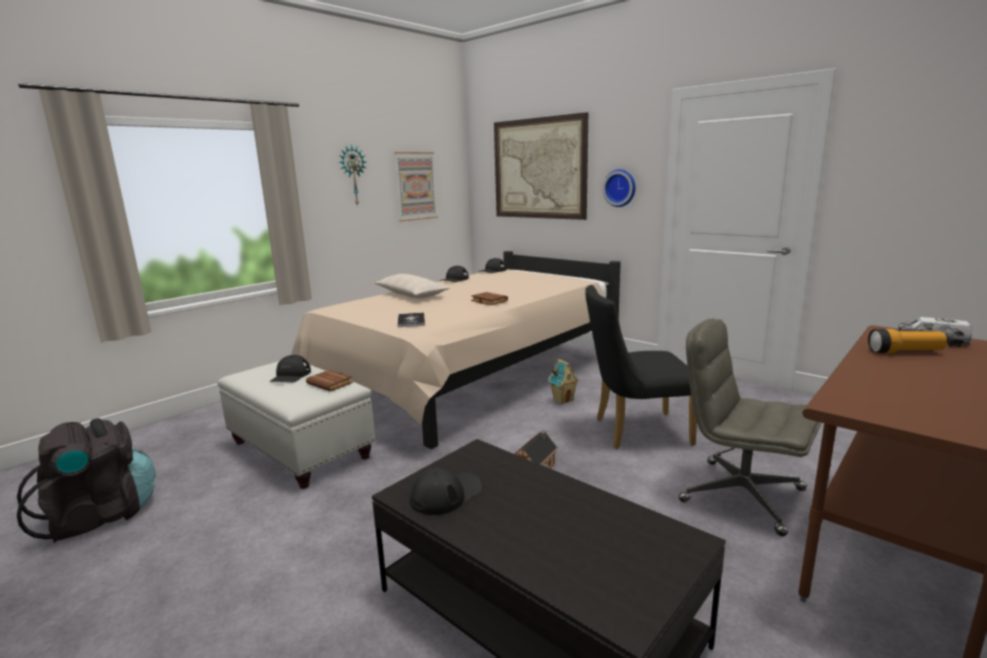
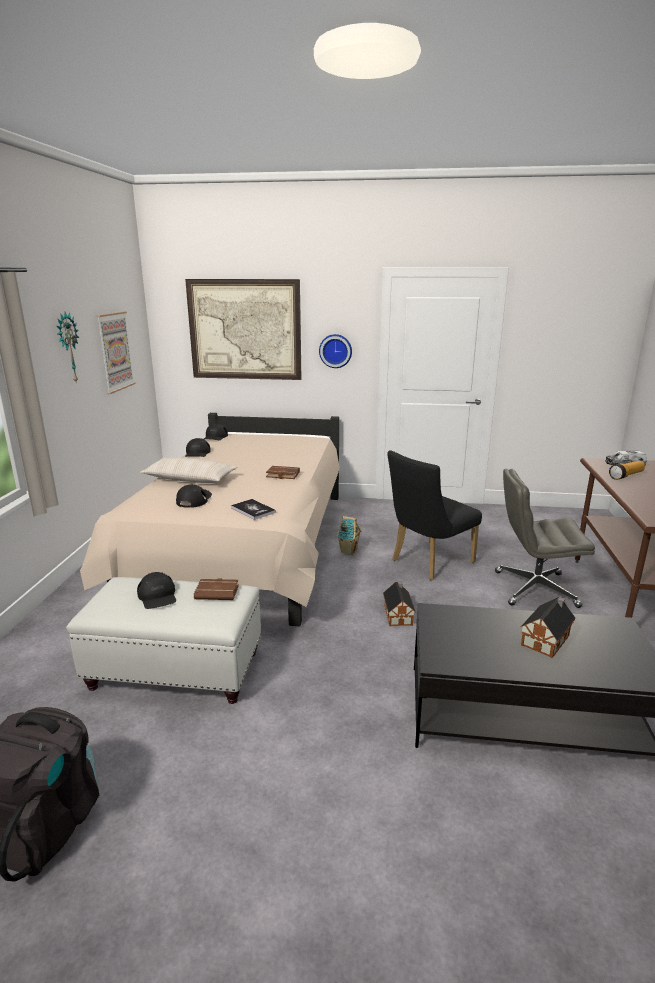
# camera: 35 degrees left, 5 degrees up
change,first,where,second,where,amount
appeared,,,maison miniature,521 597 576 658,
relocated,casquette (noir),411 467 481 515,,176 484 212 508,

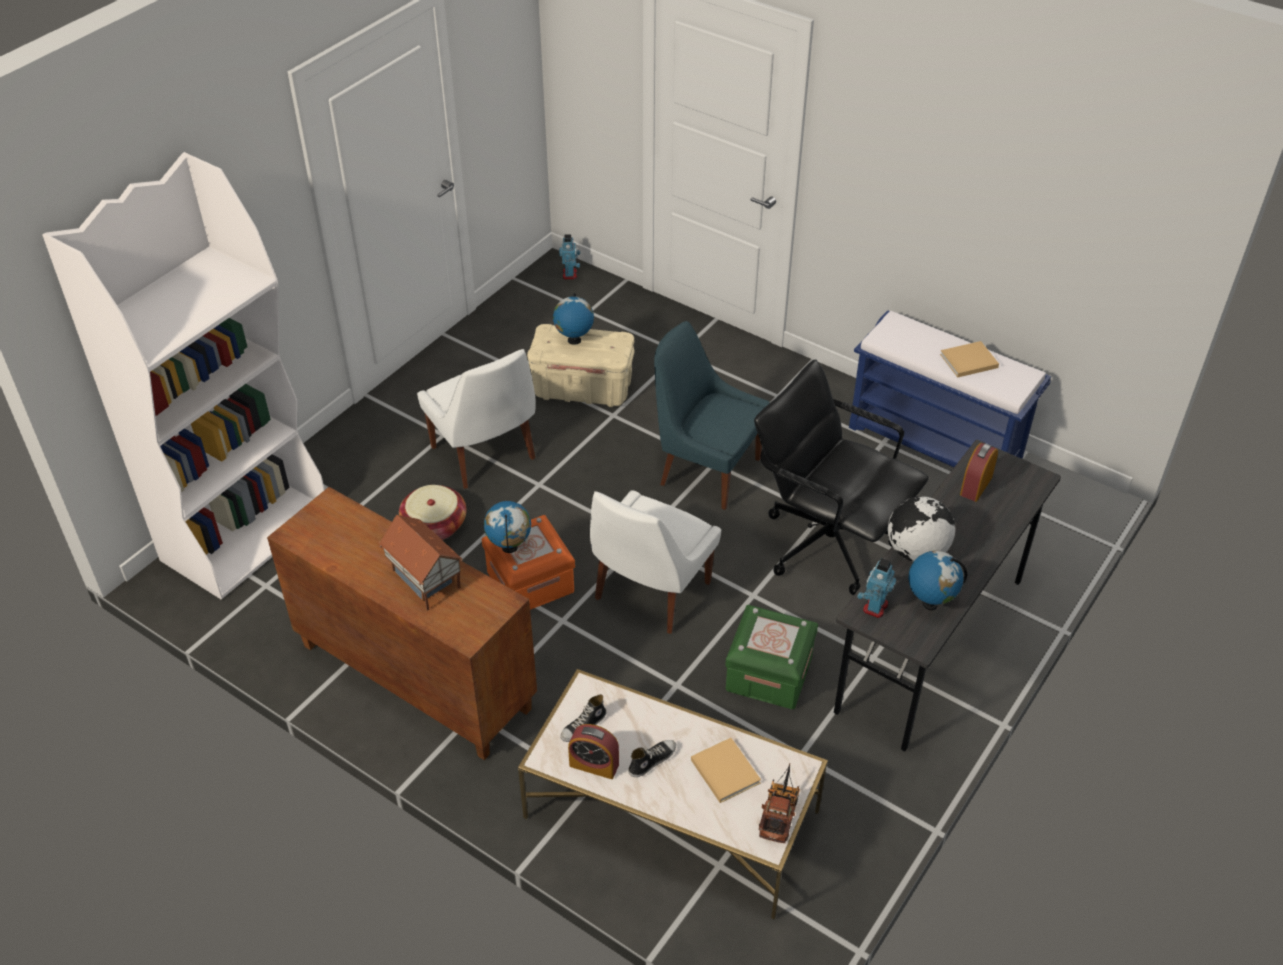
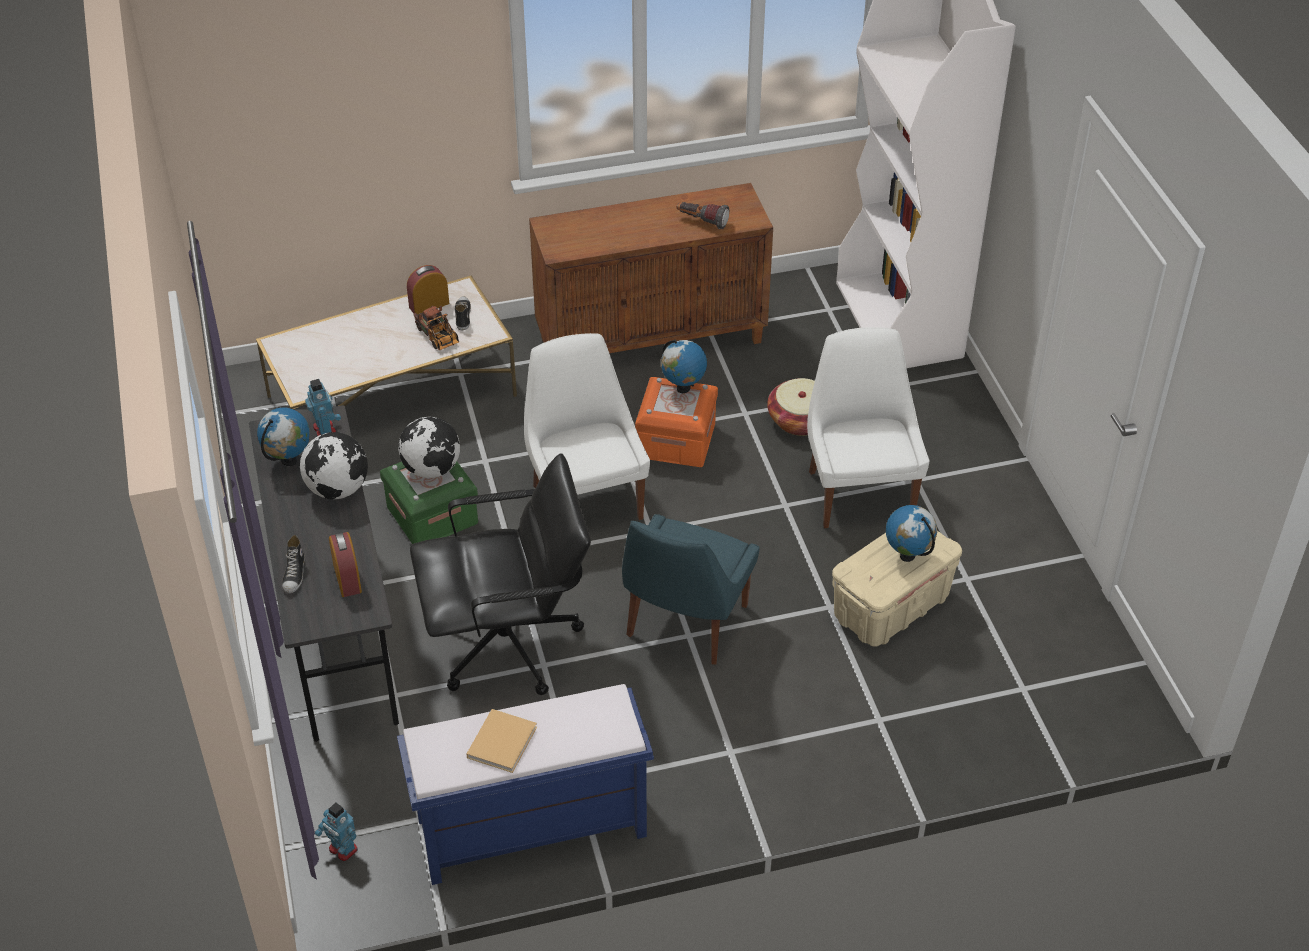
# camera: 130 degrees right, 0 degrees up
change,first,where,second,where,amount
missing,maison miniature,379 515 463 611,,,
missing,livre (beige),691 738 761 803,,,
appeared,,,globe,398 417 460 478,
appeared,,,lampe de poche,677 202 729 229,
relocated,robot jouet,559 234 580 279,,315 802 358 861,
relocated,chaussure,628 740 676 777,,282 535 305 593,
relocated,camion jouet,759 764 800 843,,413 306 459 350,
spun,chaise (blanc),417 349 536 489,,807 327 930 528,75 degrees clockwise
spun,chaise (bleu),654 321 770 510,,622 514 760 665,135 degrees clockwise

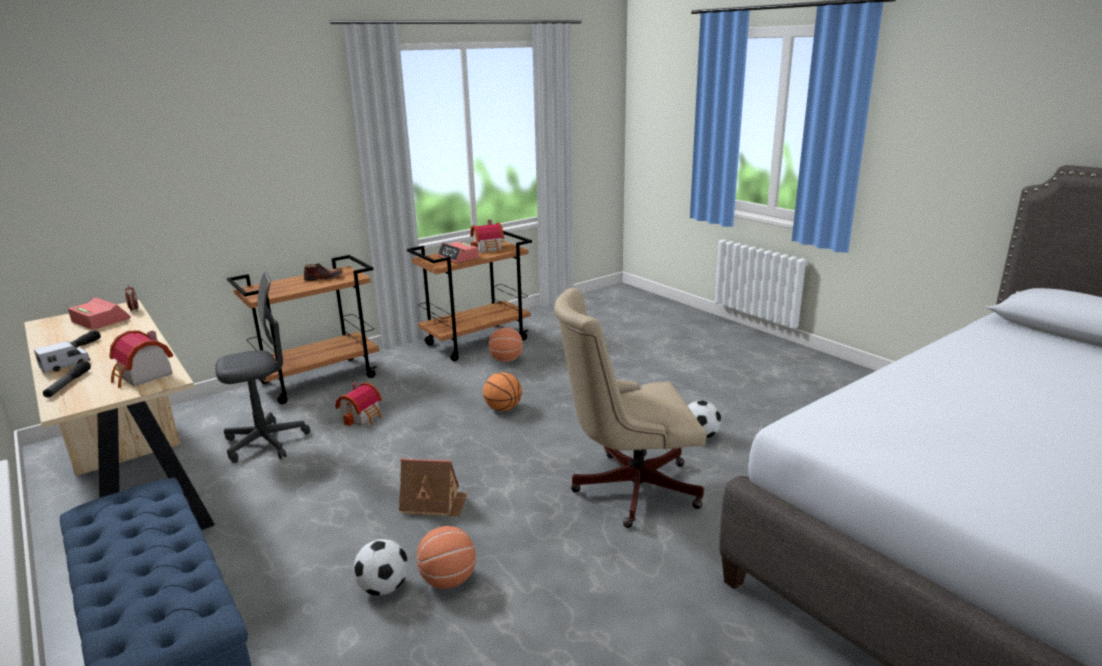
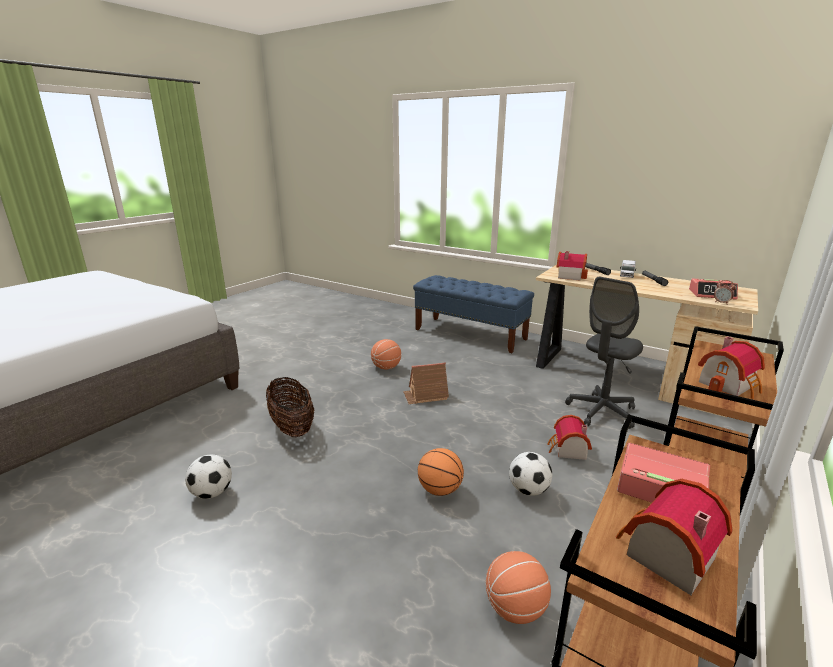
# camera: 160 degrees right, 0 degrees up
change,first,where,second,where,amount
relocated,ballon de foot,353 539 408 596,,509 452 552 496,
exchanged,chaussure (marron),304 263 343 281,maison miniature,698 336 765 399,
exchanged,chaise de bureau (beige),554 288 706 528,panier,266 377 314 437,

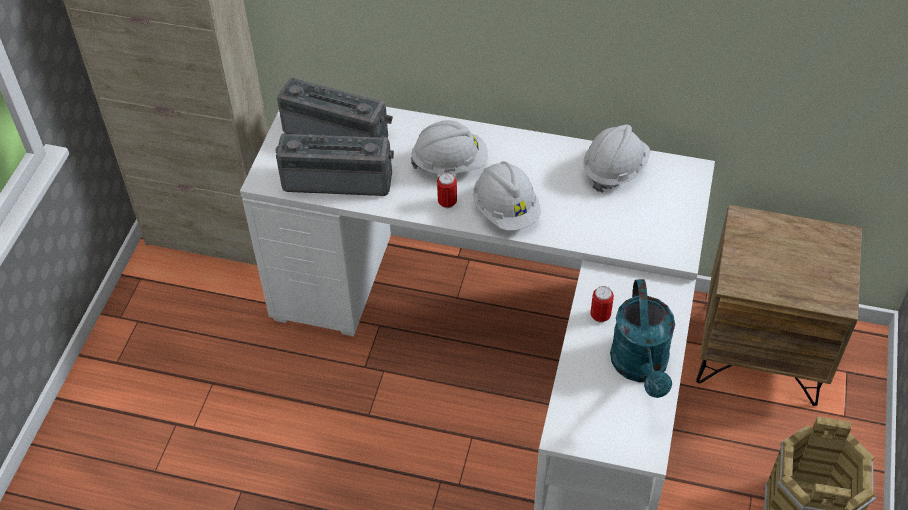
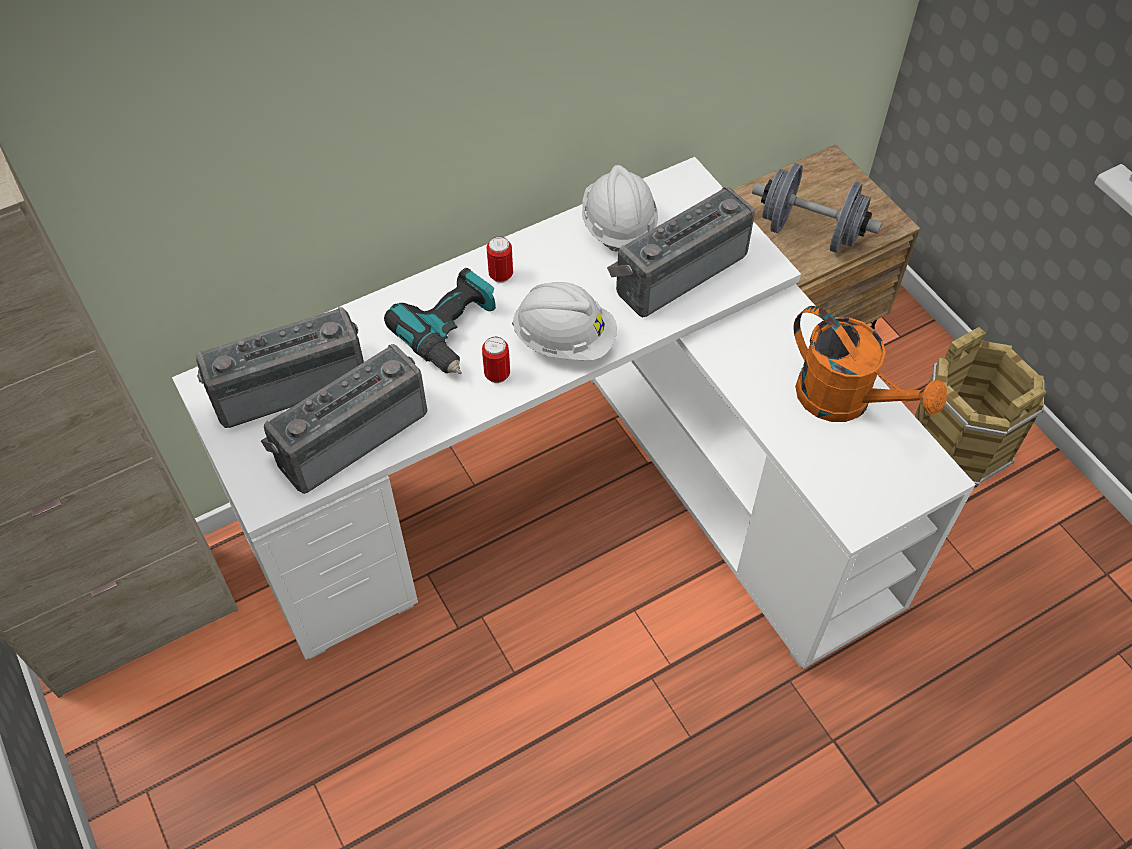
# camera: 45 degrees left, 5 degrees up
change,first,where,second,where,amount
appeared,,,radio,607 187 755 317,
appeared,,,haltère (gris),752 163 882 253,
relocated,boîte métallique,591 286 614 323,,487 236 513 283,
exchanged,casque de chantier (blanc),411 120 488 174,perceuse,384 268 496 374,
colour,arrosoir (turquoise),610 279 675 398,arrosoir (orange),793 306 947 422,

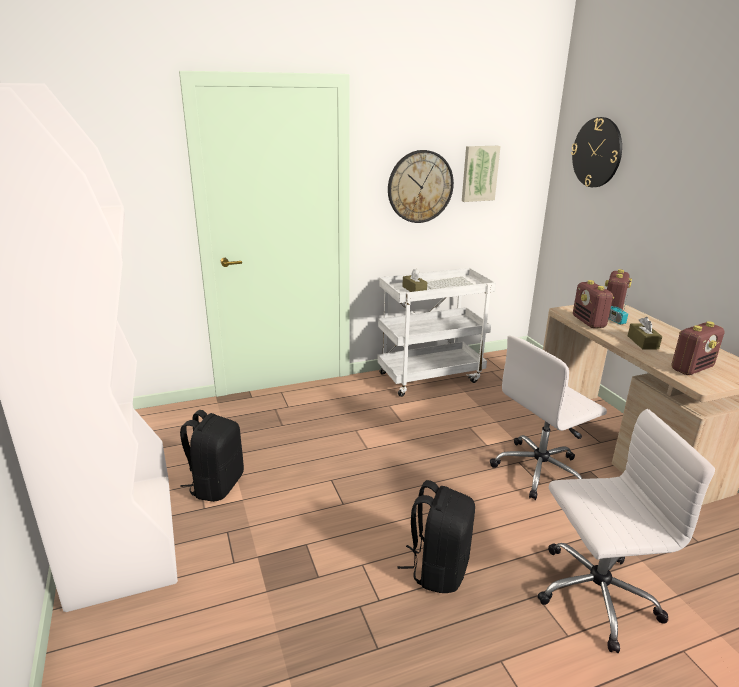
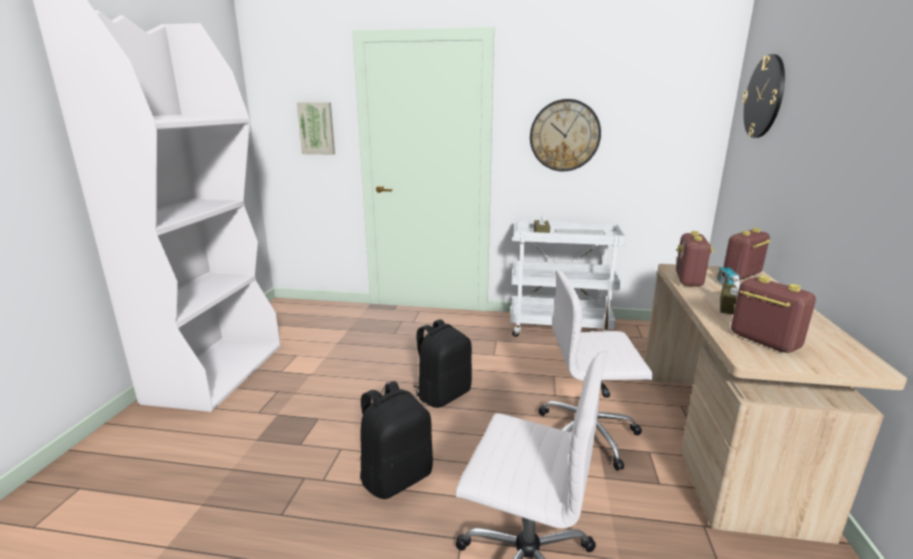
# camera: 30 degrees right, 5 degrees down
change,first,where,second,where,amount
relocated,sac à dos (noir),180 410 244 502,,413 319 472 408,
relocated,tableau,462 146 501 202,,296 102 335 155,
spun,radio,672 321 724 375,,731 276 816 353,120 degrees counterclockwise

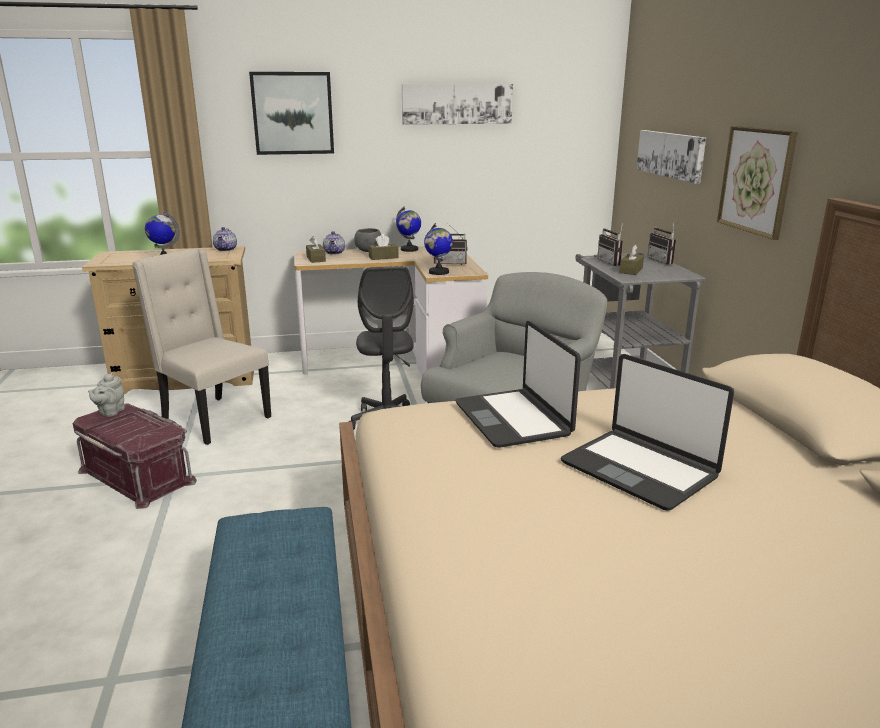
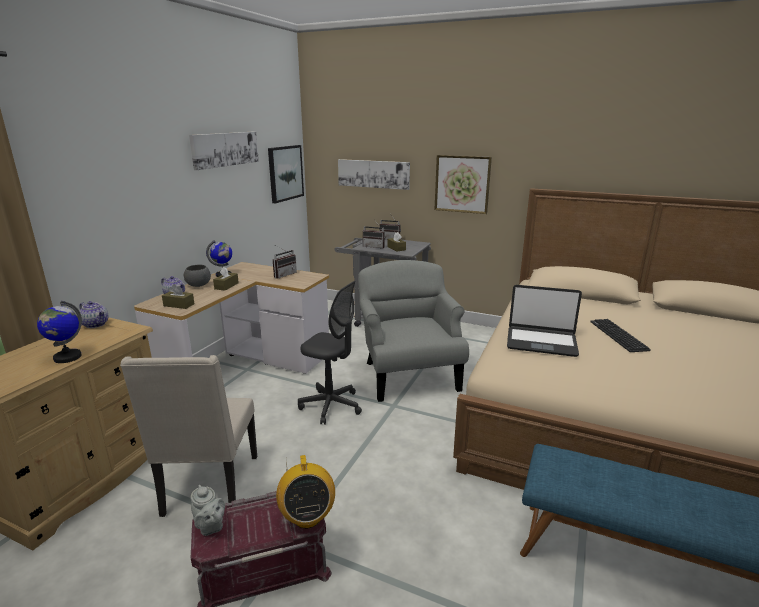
# camera: 55 degrees left, 0 degrees up
change,first,where,second,where,amount
missing,globe,424 223 453 275,,,
appeared,,,radio,276 455 335 529,
relocated,tableau,249 72 334 155,,268 145 304 203,
exchanged,ordinateur portable,561 354 734 511,clavier,590 319 651 352,
spun,chaise (beige),132 249 271 445,,120 355 257 517,75 degrees counterclockwise

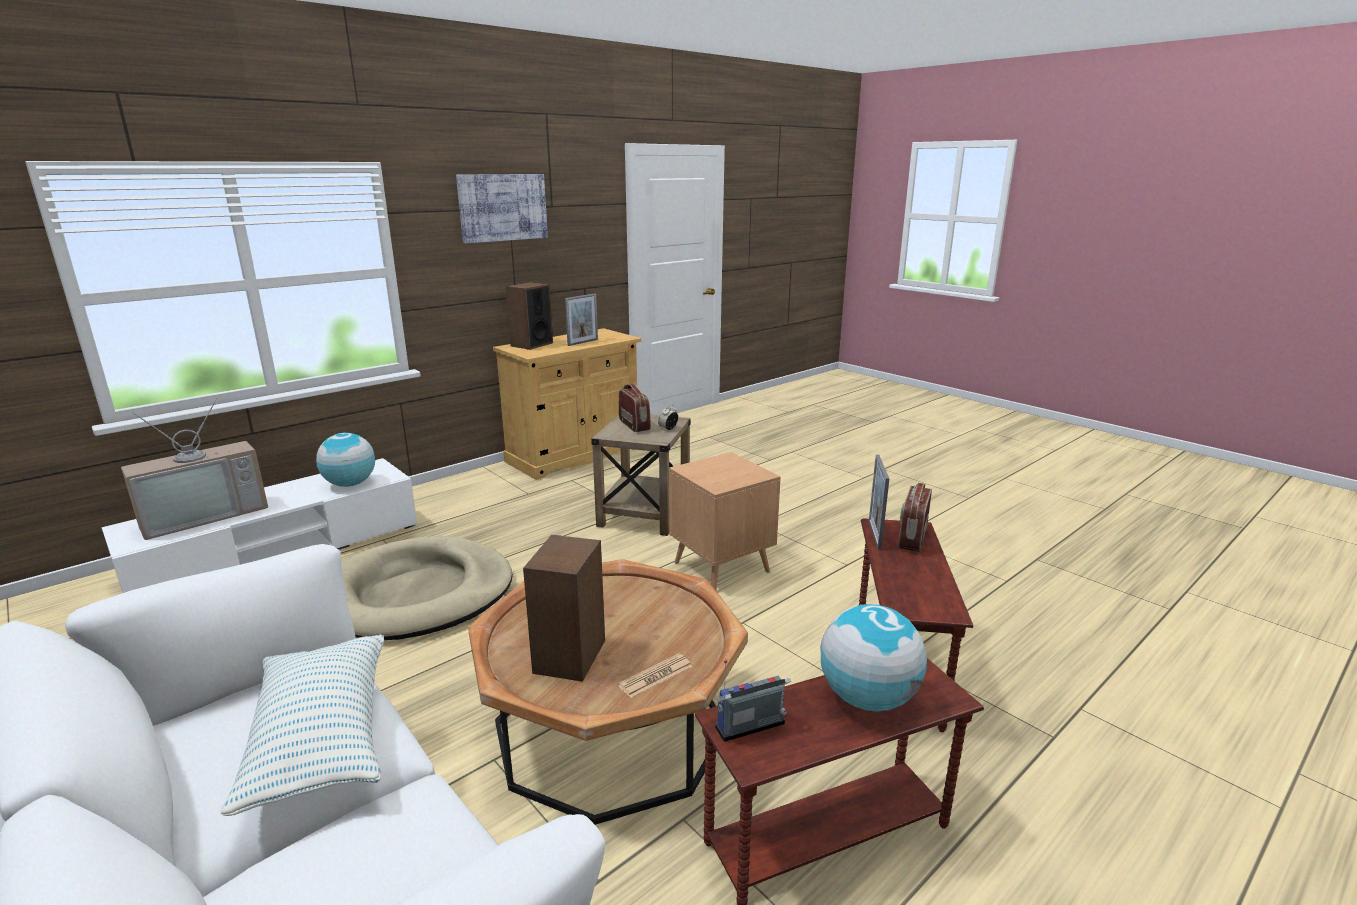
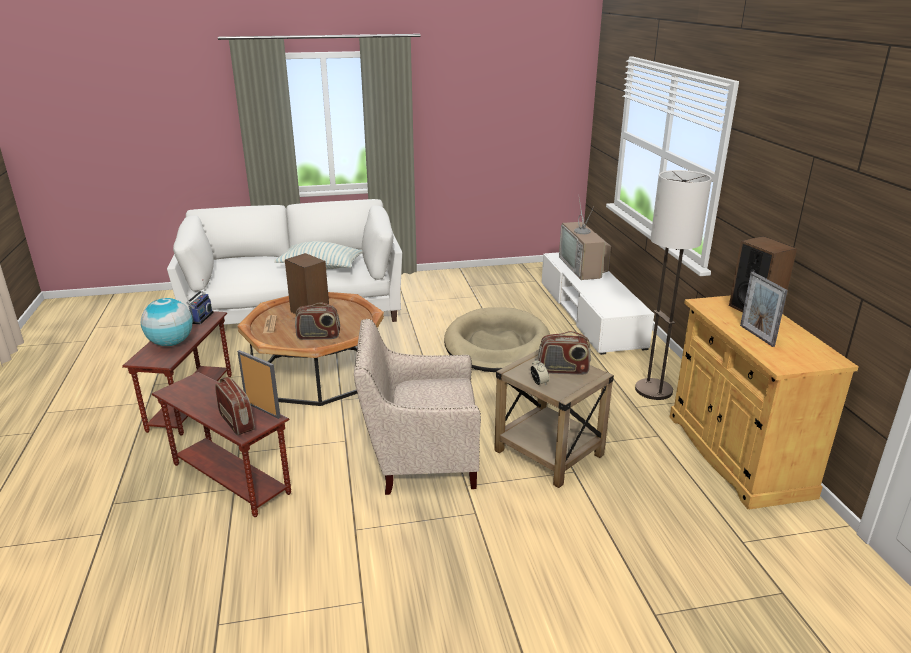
# camera: 120 degrees right, 5 degrees up
change,first,where,second,where,amount
missing,globe,316 433 375 487,,,
missing,tableau,456 174 548 243,,,
appeared,,,radio,295 302 340 340,
appeared,,,lampadaire,635 170 712 400,
exchanged,table d'appoint (marron),669 452 781 590,fauteuil (beige),354 319 481 495,

